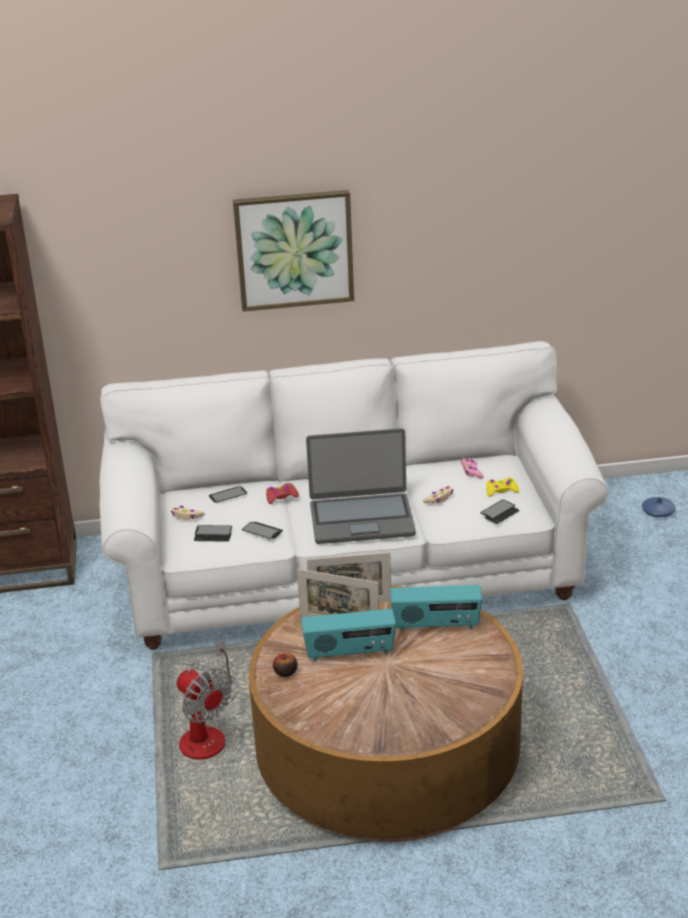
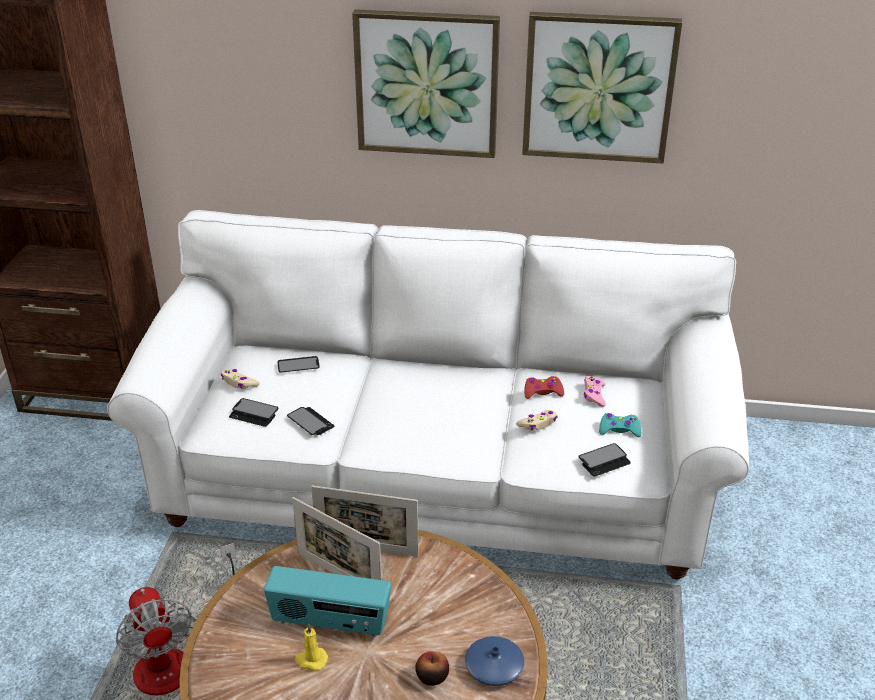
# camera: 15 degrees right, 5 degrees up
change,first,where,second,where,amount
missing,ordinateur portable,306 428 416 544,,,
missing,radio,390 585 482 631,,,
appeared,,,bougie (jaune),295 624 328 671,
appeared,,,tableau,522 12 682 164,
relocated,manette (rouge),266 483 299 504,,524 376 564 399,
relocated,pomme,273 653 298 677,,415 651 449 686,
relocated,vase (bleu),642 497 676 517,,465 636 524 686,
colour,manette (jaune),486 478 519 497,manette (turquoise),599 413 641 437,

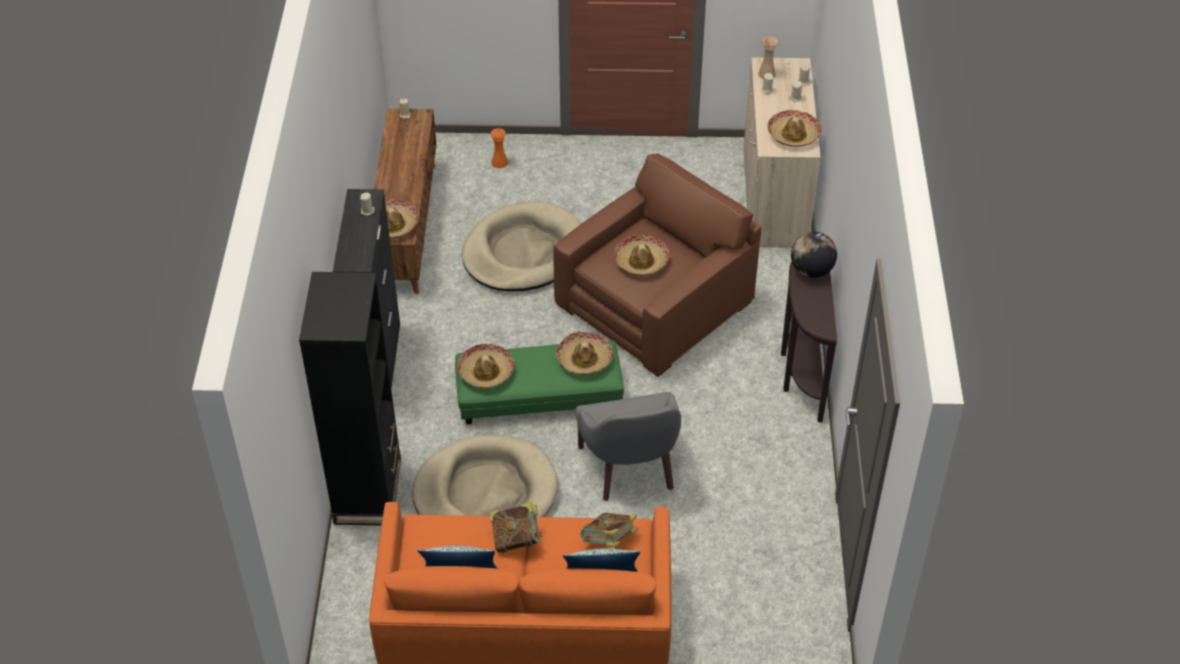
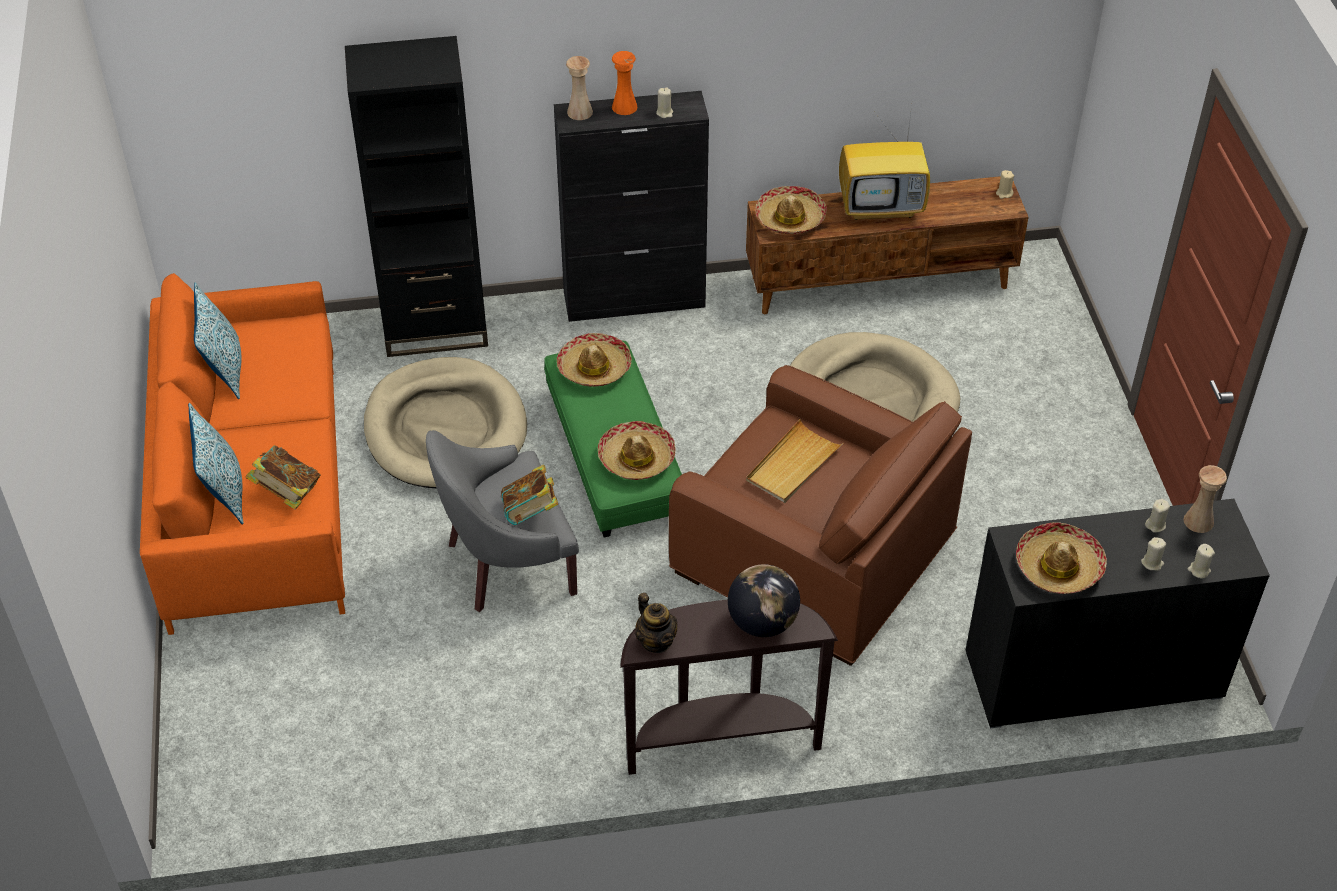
# camera: 80 degrees right, 0 degrees up
change,first,where,second,where,amount
appeared,,,vase (beige),566 56 593 120,
appeared,,,théière,635 593 678 653,
appeared,,,téléviseur,839 106 930 220,
relocated,livre,489 502 543 553,,501 464 558 525,
relocated,vase (orange),491 128 508 168,,612 51 638 115,
exchanged,chapeau,614 235 670 276,plateau (beige),746 419 844 503,
colour,meuble de rangement (beige),744 57 821 248,meuble de rangement (noir),966 499 1270 728,

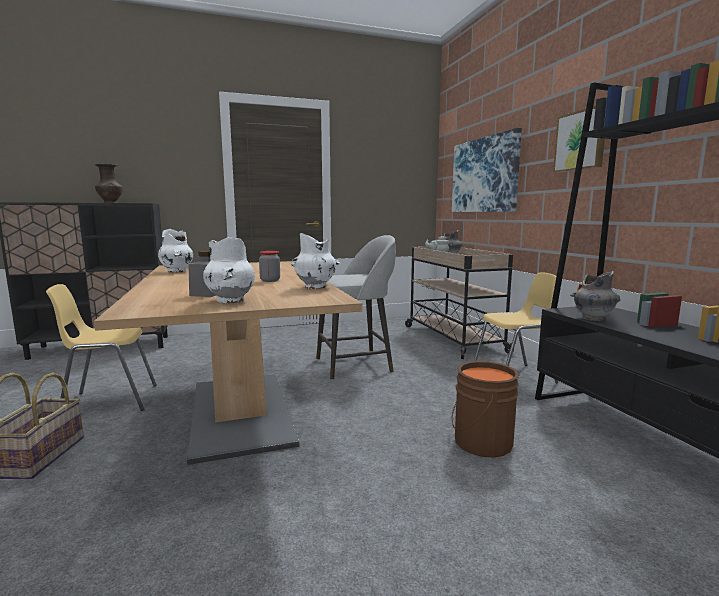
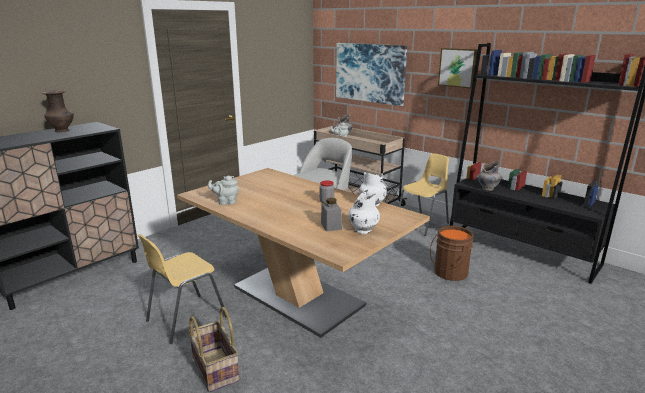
# camera: 30 degrees left, 10 degrees up
change,first,where,second,where,amount
exchanged,vase (blanc),158 229 193 273,théière (gris),208 176 239 205,

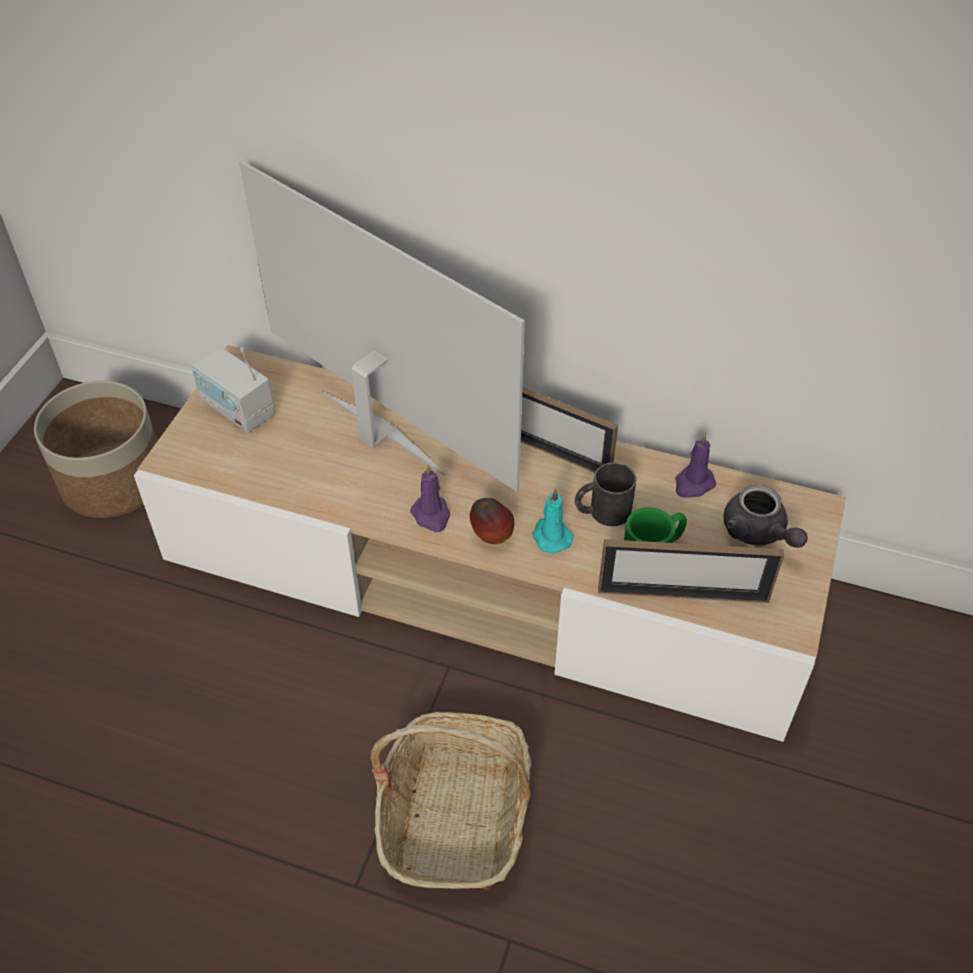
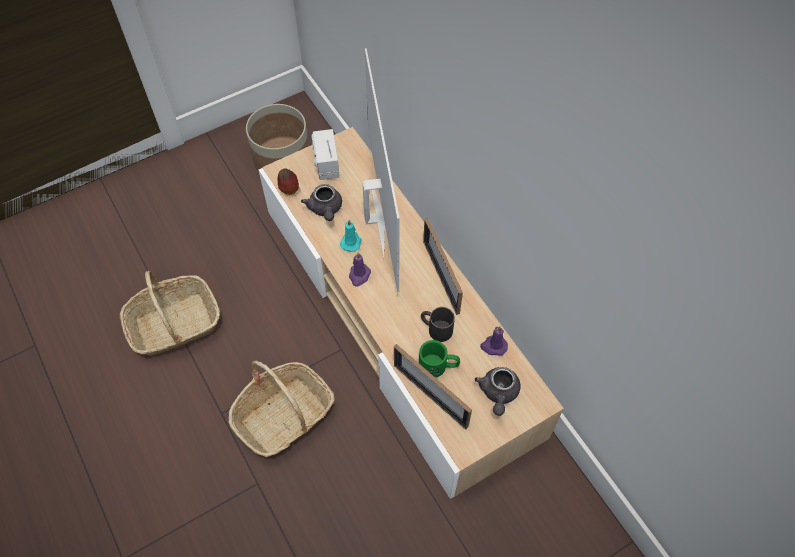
# camera: 40 degrees right, 10 degrees up
change,first,where,second,where,amount
appeared,,,panier,120 270 220 356,
appeared,,,théière (gris),301 184 342 221,
relocated,pomme,470 498 514 544,,278 168 299 195,
relocated,bougie (turquoise),532 488 573 554,,340 220 361 252,

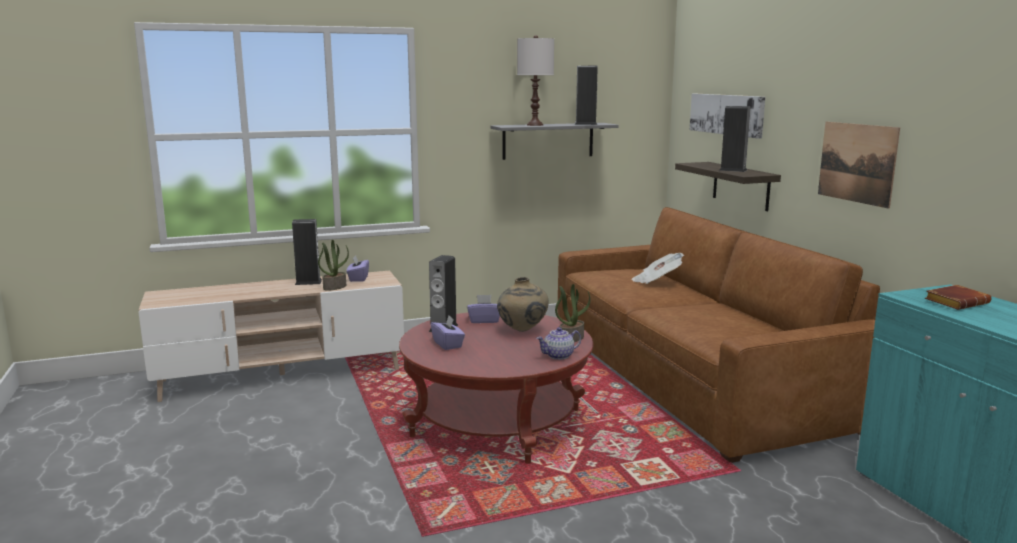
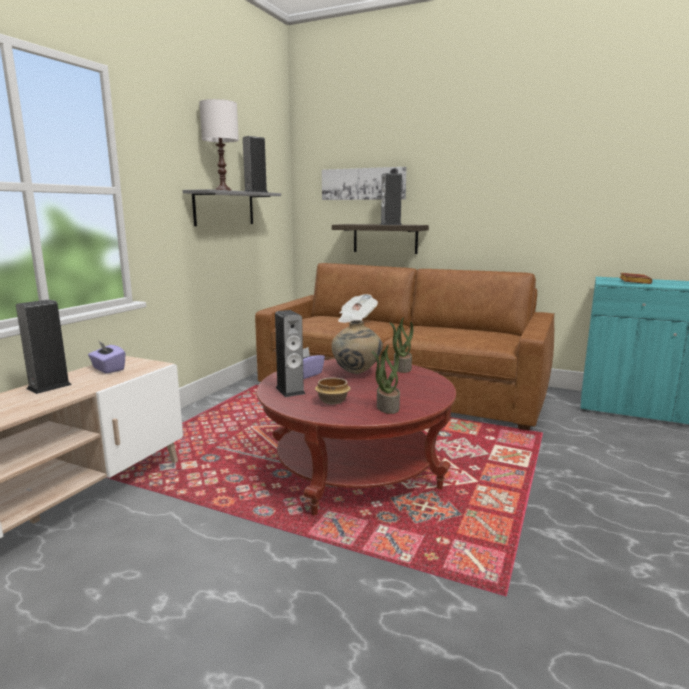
# camera: 45 degrees left, 0 degrees up
change,first,where,second,where,amount
missing,théière,536 327 581 360,,,
missing,tableau,818 122 900 209,,,
relocated,plante en pot,318 240 349 291,,371 344 400 414,
exchanged,boîte à mouchoirs (violet),431 316 465 350,bol,315 378 350 404,

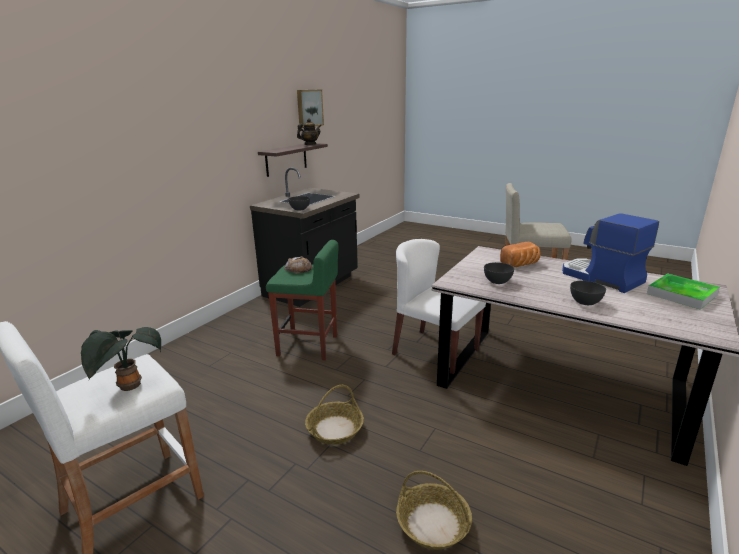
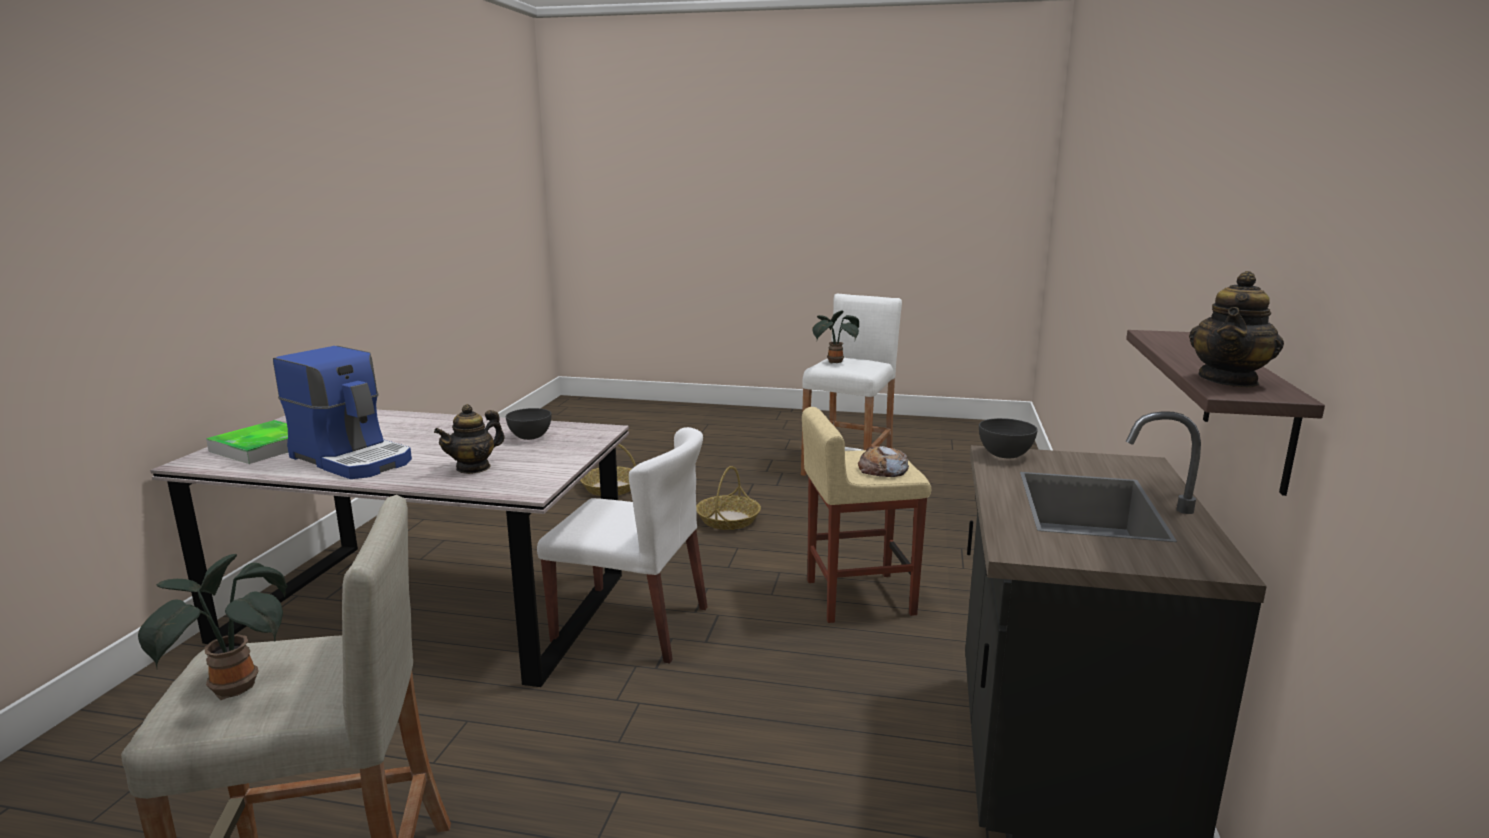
# camera: 160 degrees right, 5 degrees down
change,first,where,second,where,amount
missing,tableau,297 89 324 128,,,
missing,bol (gris),570 281 606 305,,,
appeared,,,plante en pot,138 554 288 700,
exchanged,pain,500 242 541 267,théière,434 404 505 474,
colour,tabouret (vert),266 240 338 360,tabouret (beige),802 407 931 623,

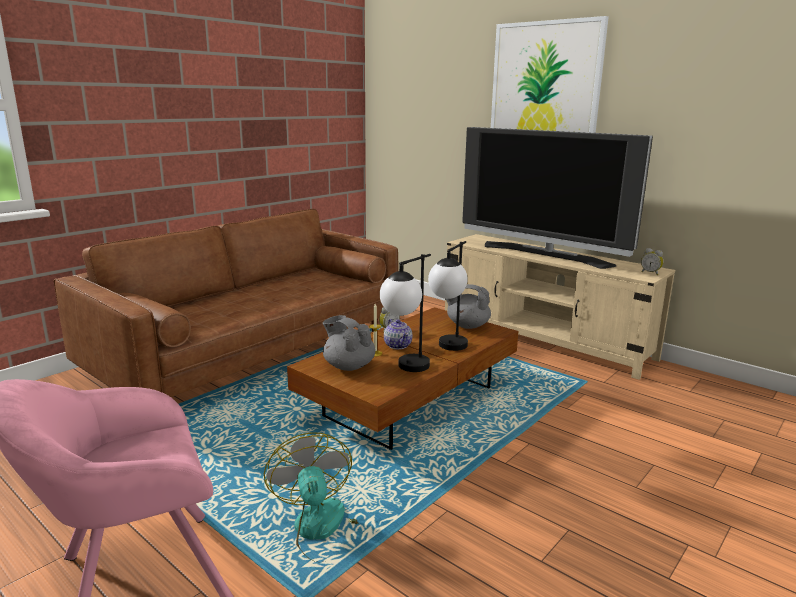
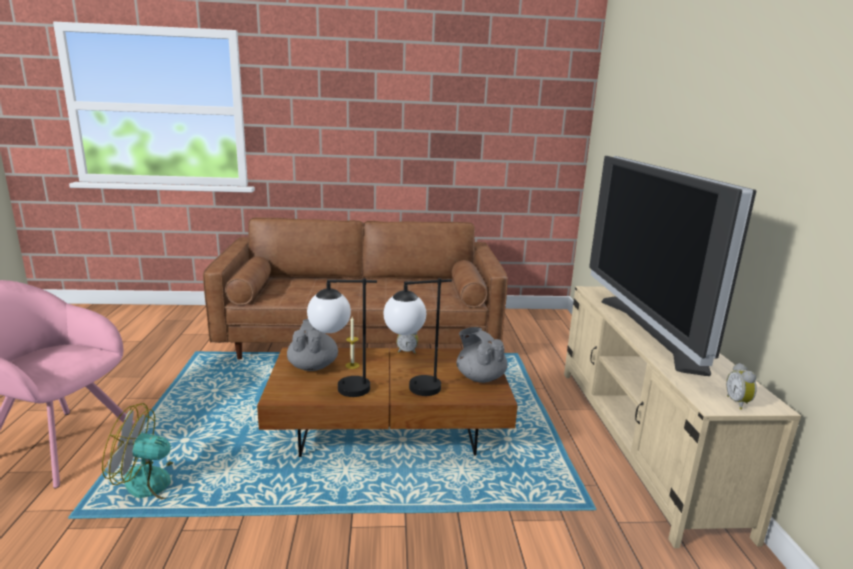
# camera: 45 degrees right, 0 degrees up
change,first,where,second,where,amount
missing,théière,384 319 412 349,,,
missing,tableau,491 16 609 133,,,
spun,ventilateur,264 432 359 562,,102 403 192 499,120 degrees counterclockwise

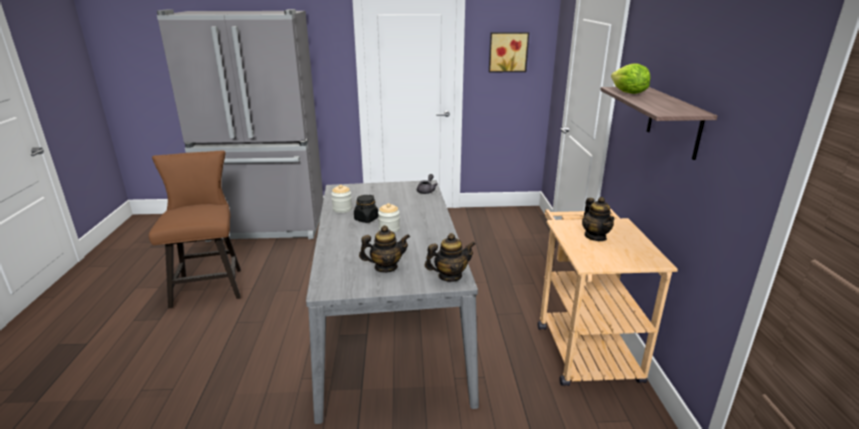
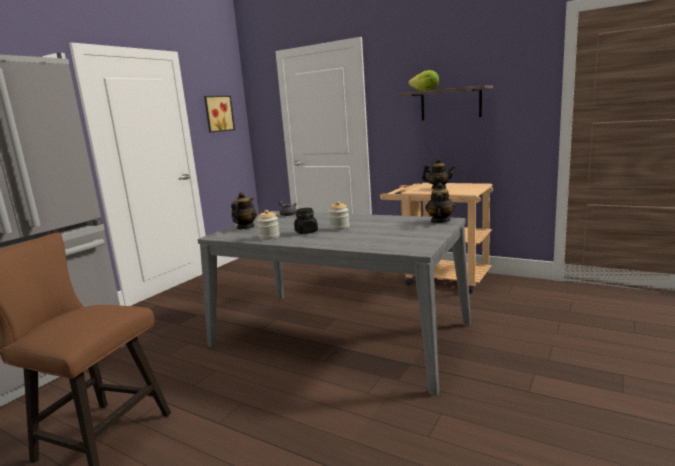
# camera: 55 degrees left, 10 degrees down
change,first,where,second,where,amount
relocated,théière,359 225 410 273,,231 192 257 229,

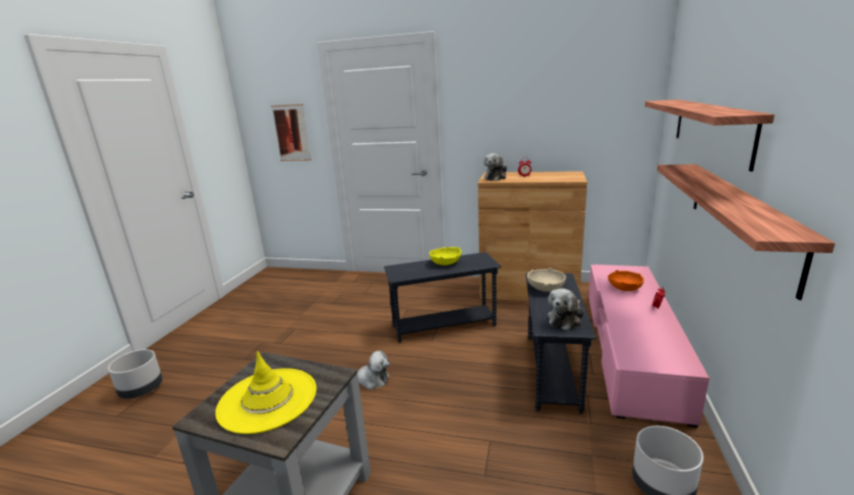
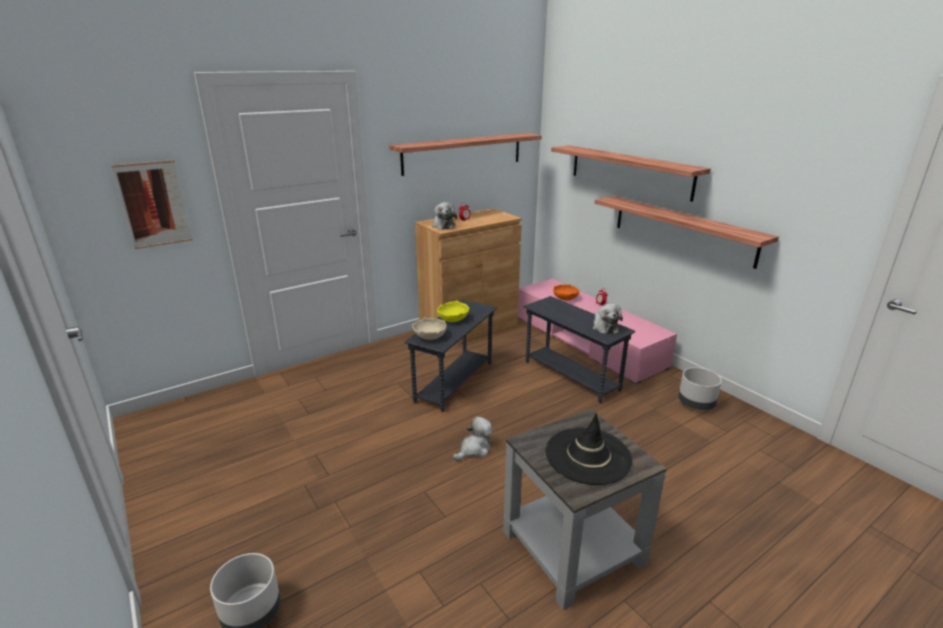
# camera: 50 degrees left, 5 degrees up
change,first,where,second,where,amount
appeared,,,étagère,389 133 542 176,
relocated,bol (beige),527 268 566 292,,412 317 446 340,
colour,chapeau (jaune),215 351 316 434,chapeau (noir),546 413 633 485,

